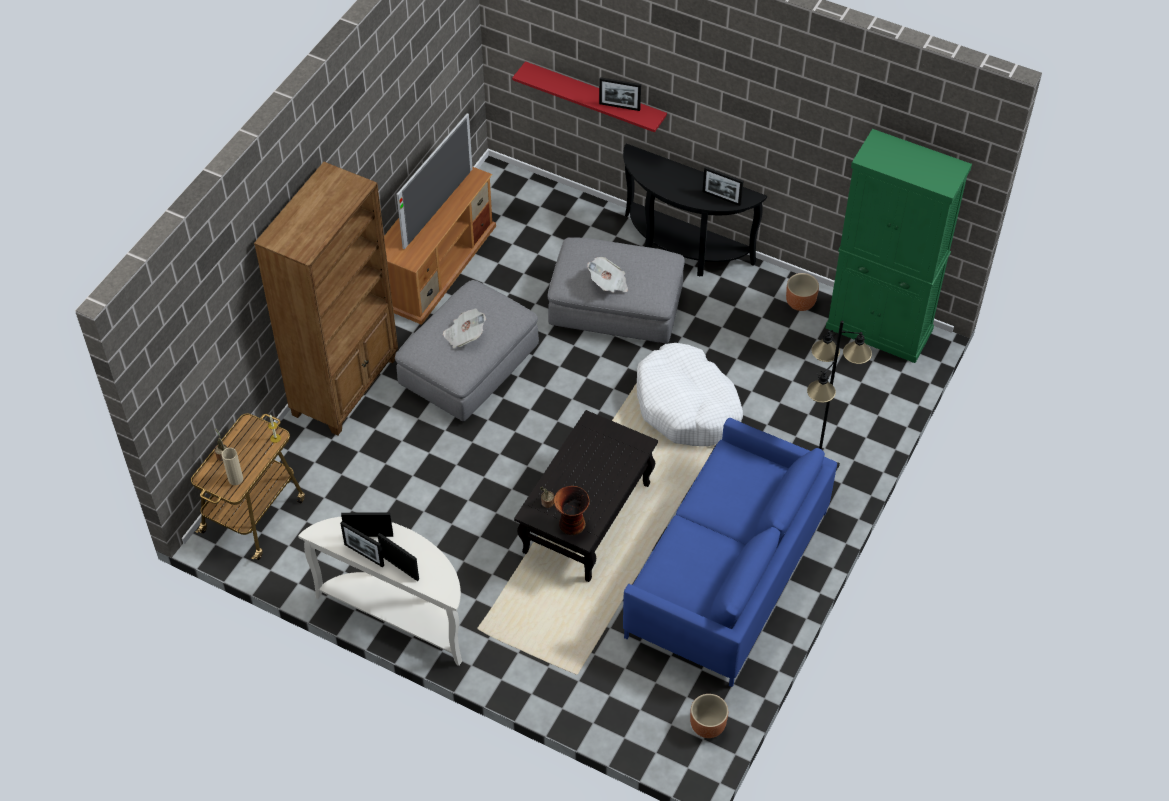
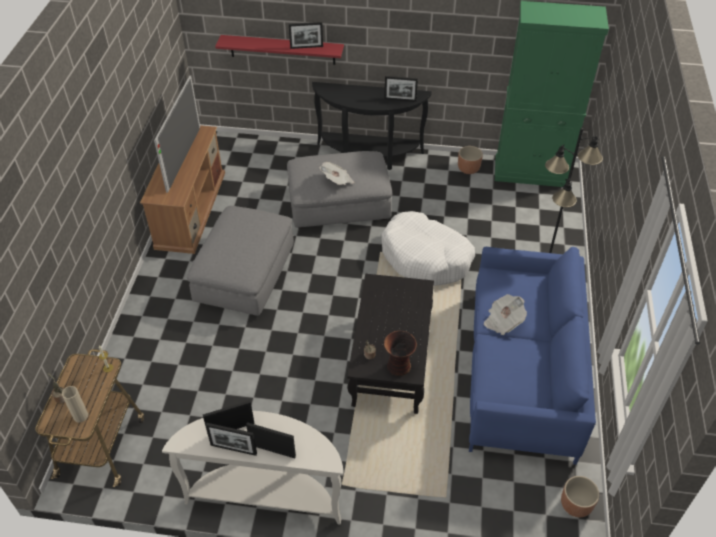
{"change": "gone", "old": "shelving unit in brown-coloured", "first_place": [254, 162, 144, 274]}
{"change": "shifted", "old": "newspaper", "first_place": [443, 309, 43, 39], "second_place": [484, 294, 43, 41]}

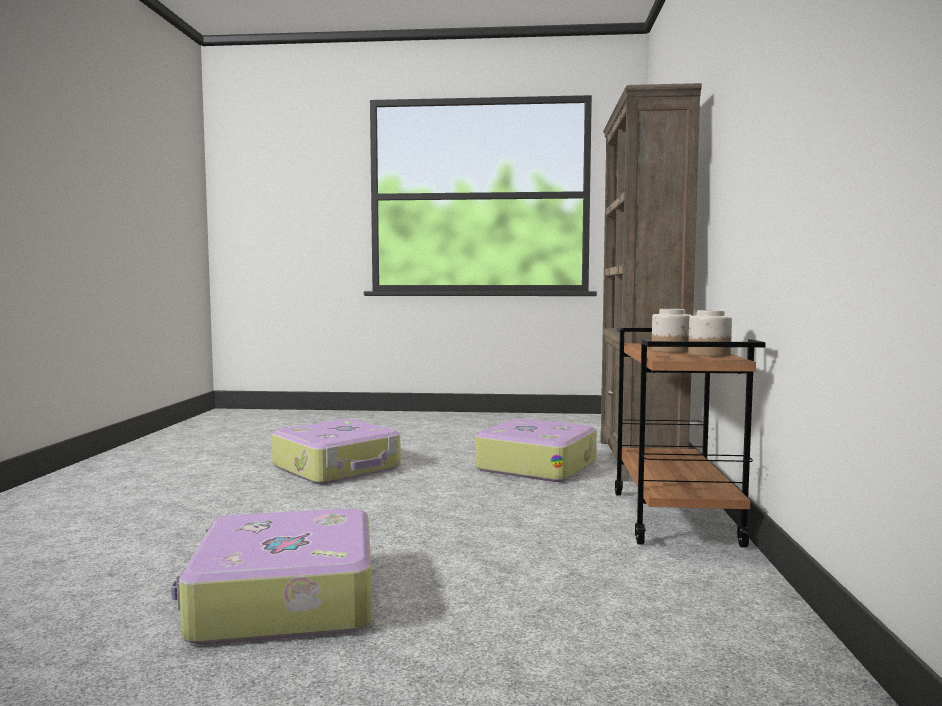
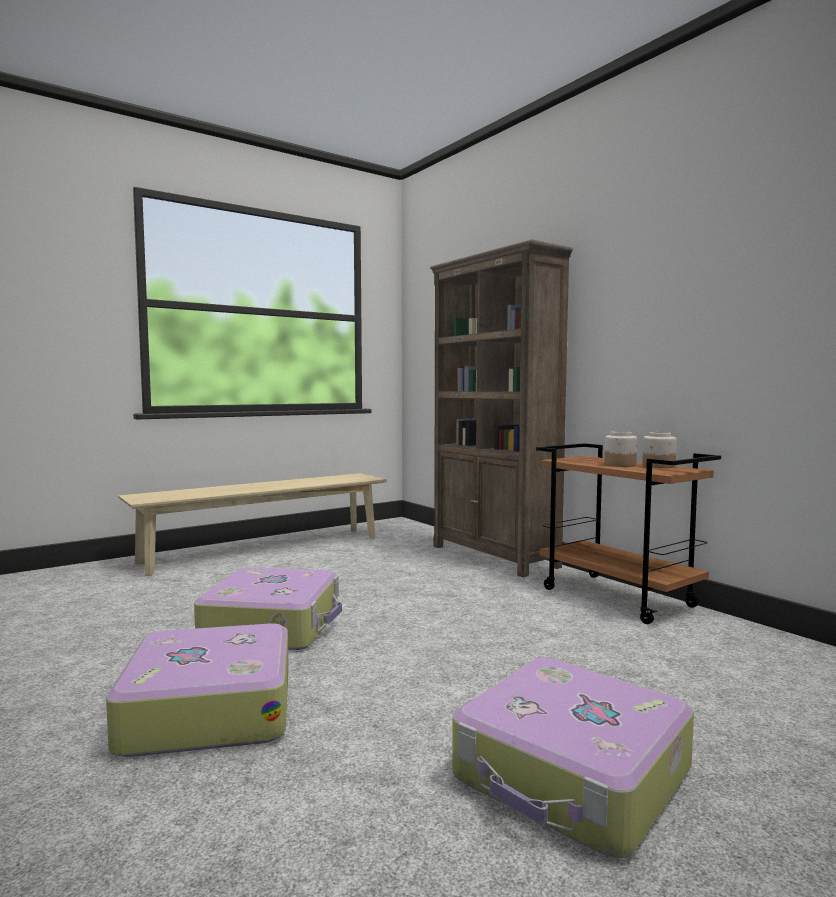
{"change": "new", "new": "indoor bench in sand-coloured", "second_place": [118, 473, 269, 103]}
{"change": "shifted", "old": "piece of luggage", "first_place": [475, 418, 122, 64], "second_place": [106, 623, 183, 134]}

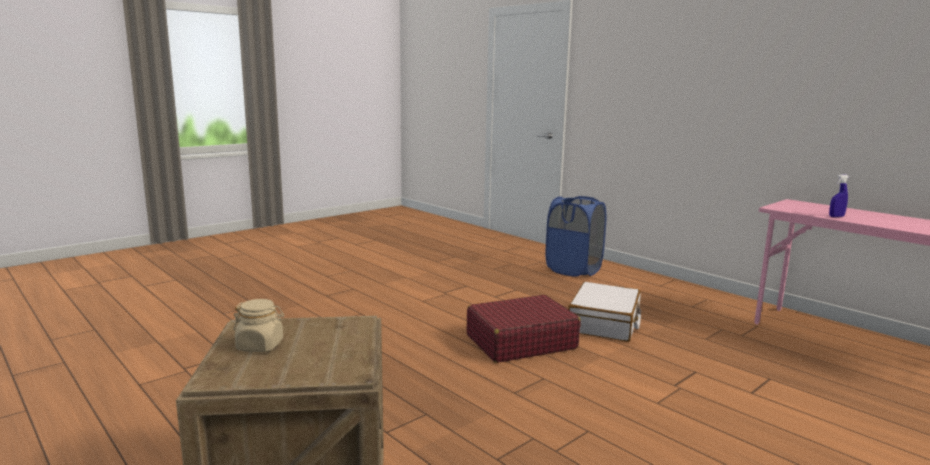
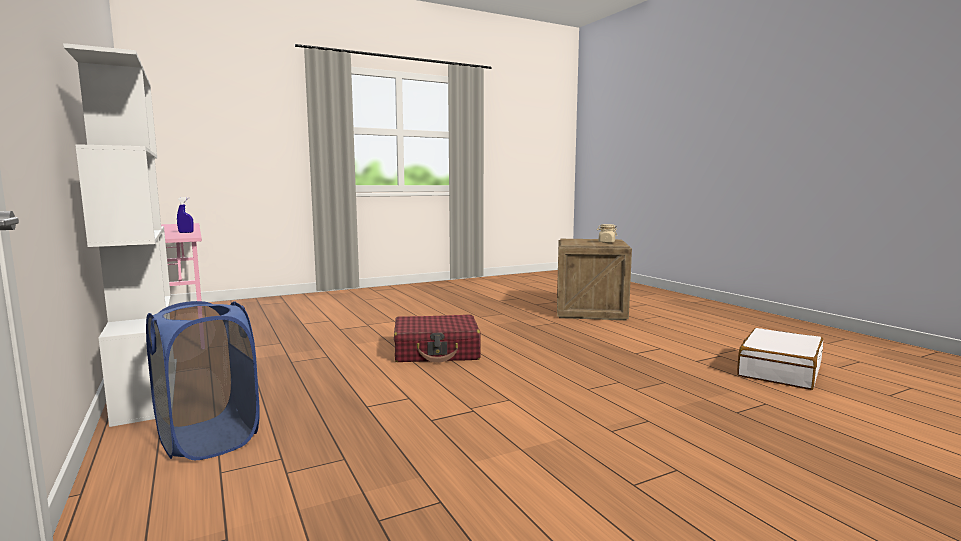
{"change": "new", "new": "shelving unit in white-coloured", "second_place": [63, 43, 108, 384]}
{"change": "shifted", "old": "piece of luggage in white-coloured", "first_place": [568, 282, 73, 60], "second_place": [737, 328, 86, 62]}

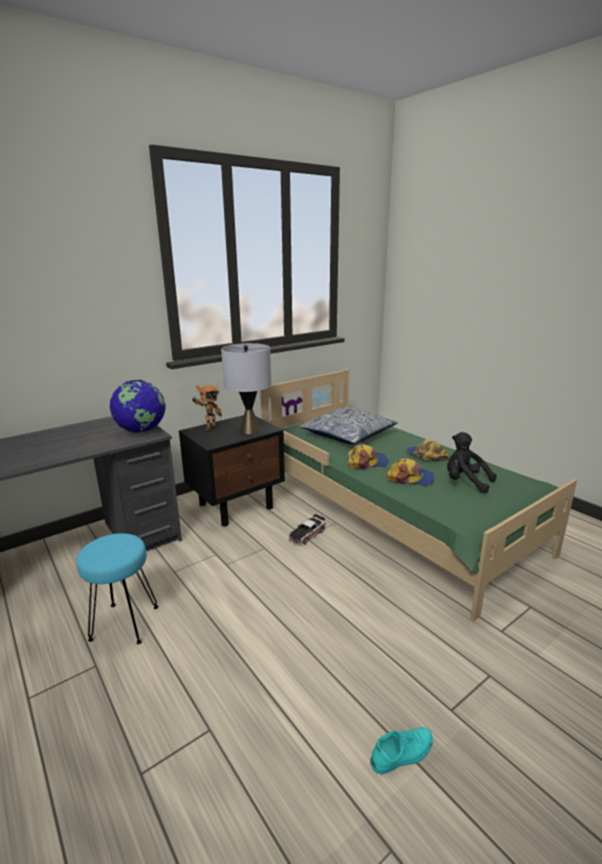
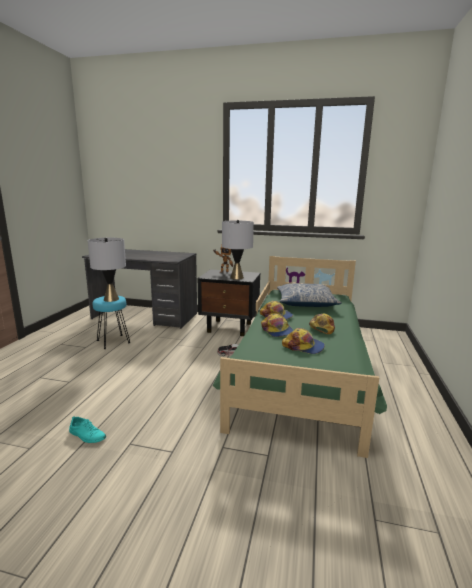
{"change": "gone", "old": "world globe", "first_place": [110, 380, 56, 53]}
{"change": "new", "new": "tabletop lamp in gray", "second_place": [88, 238, 38, 64]}
{"change": "swapped", "old": "plush toy in blackish", "new": "baseball cap", "first_place": [447, 432, 50, 61], "second_place": [282, 328, 43, 26]}

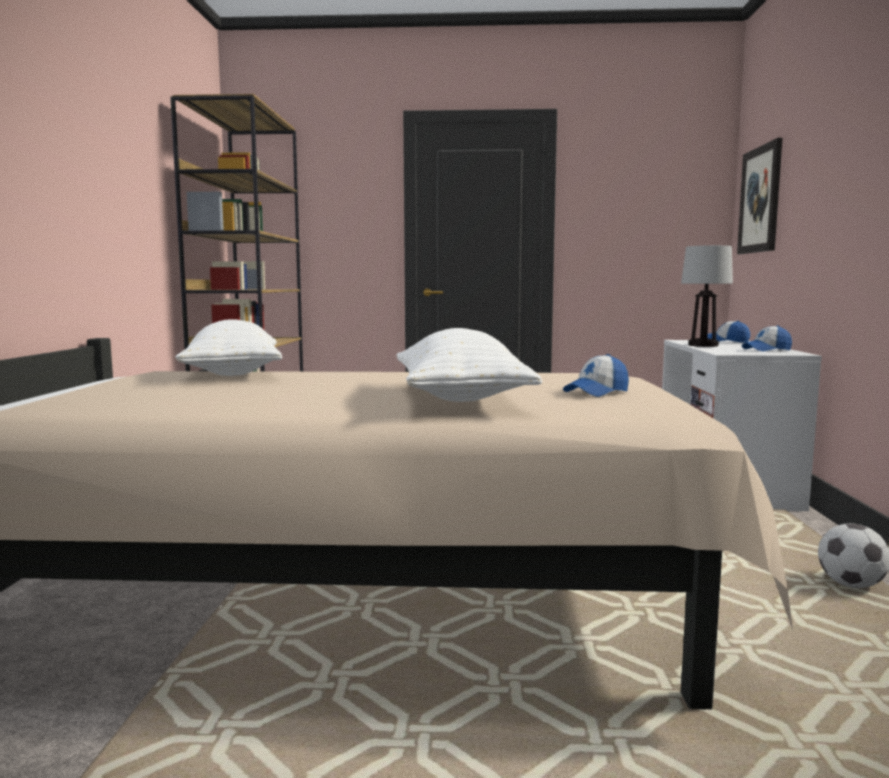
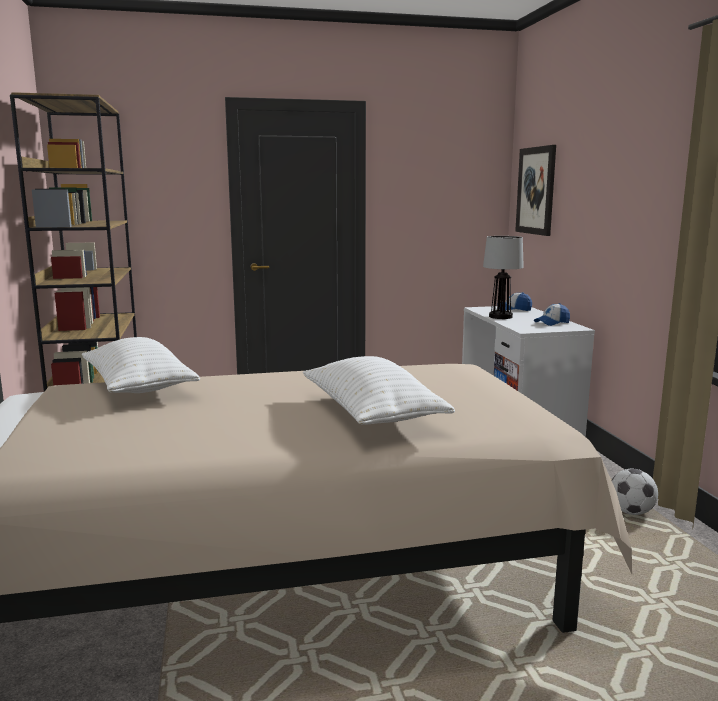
{"change": "gone", "old": "baseball cap", "first_place": [563, 354, 66, 43]}

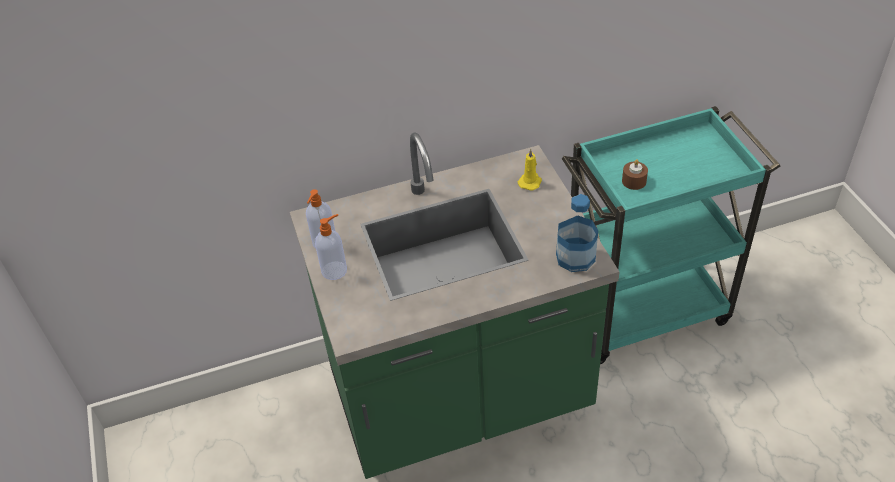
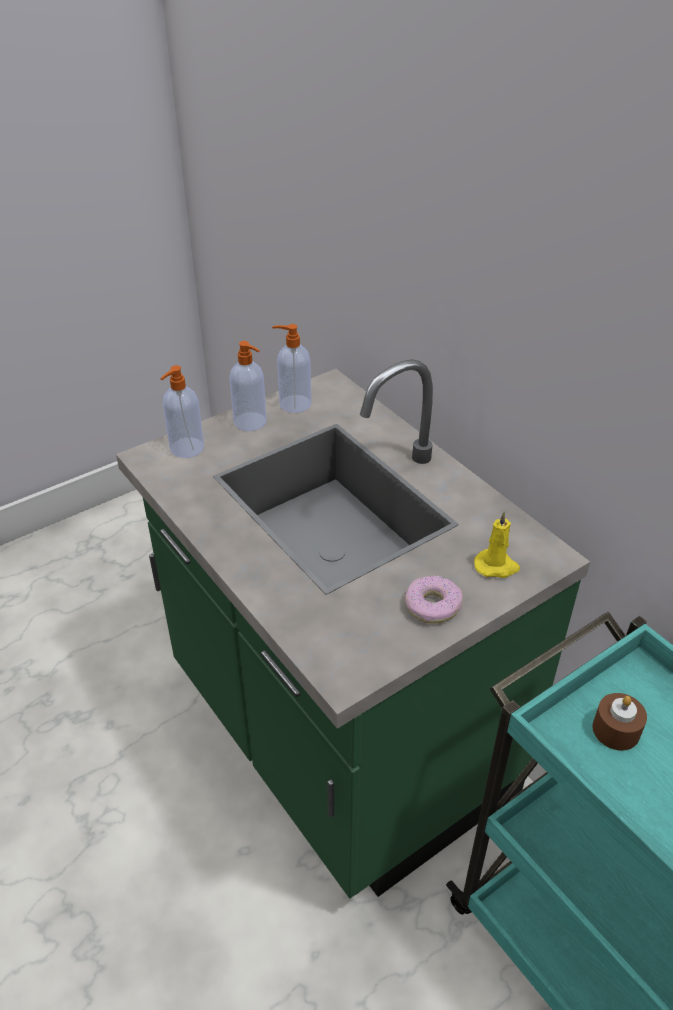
{"change": "gone", "old": "drink bottle", "first_place": [556, 194, 42, 78]}
{"change": "new", "new": "soap dispenser", "second_place": [160, 365, 44, 93]}
{"change": "new", "new": "donut", "second_place": [405, 576, 58, 48]}

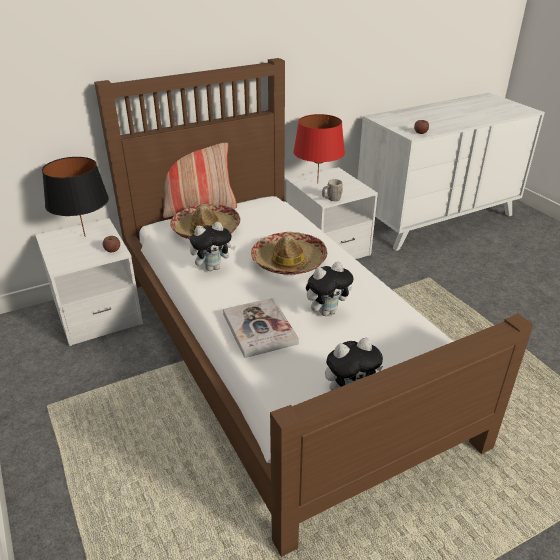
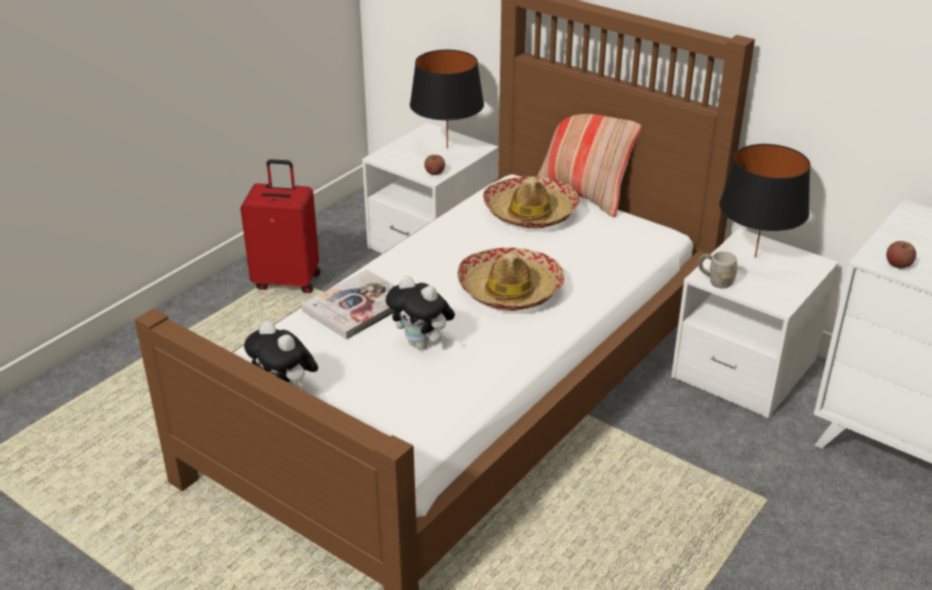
{"change": "gone", "old": "plush toy", "first_place": [190, 222, 46, 49]}
{"change": "new", "new": "piece of luggage in reddish", "second_place": [240, 159, 80, 134]}
{"change": "repainted", "old": "tabletop lamp in reddish", "new": "tabletop lamp in blackish", "first_place": [293, 114, 52, 69], "second_place": [719, 144, 92, 114]}

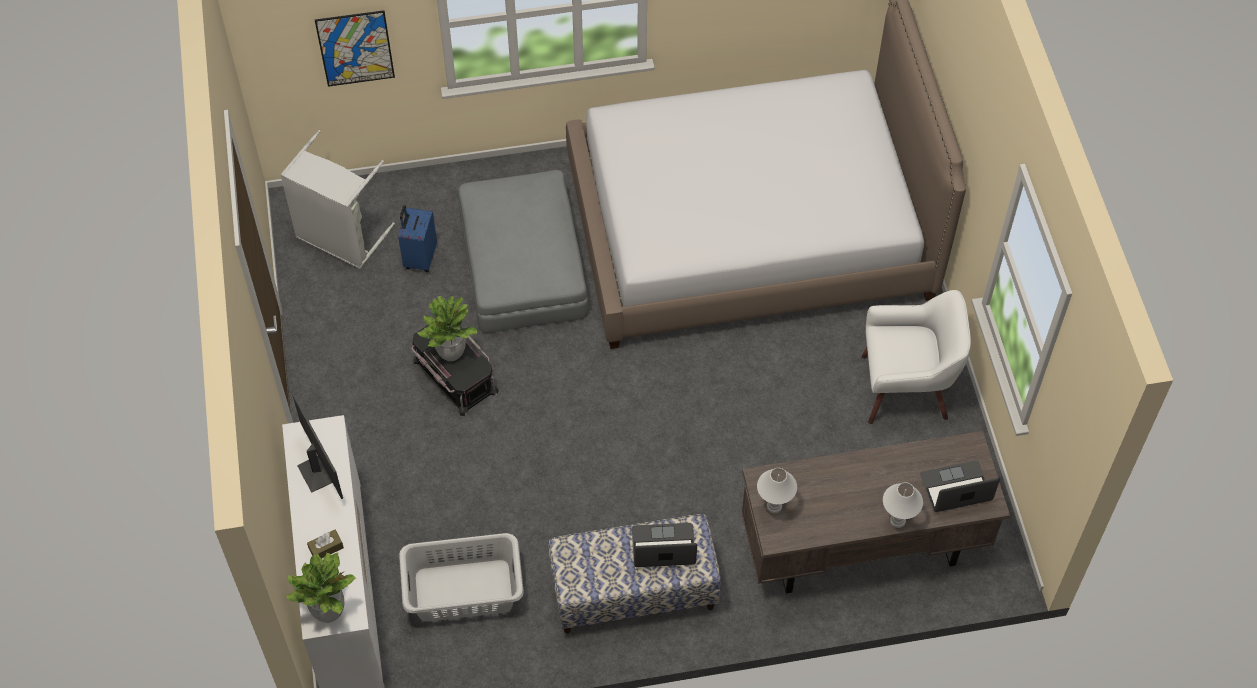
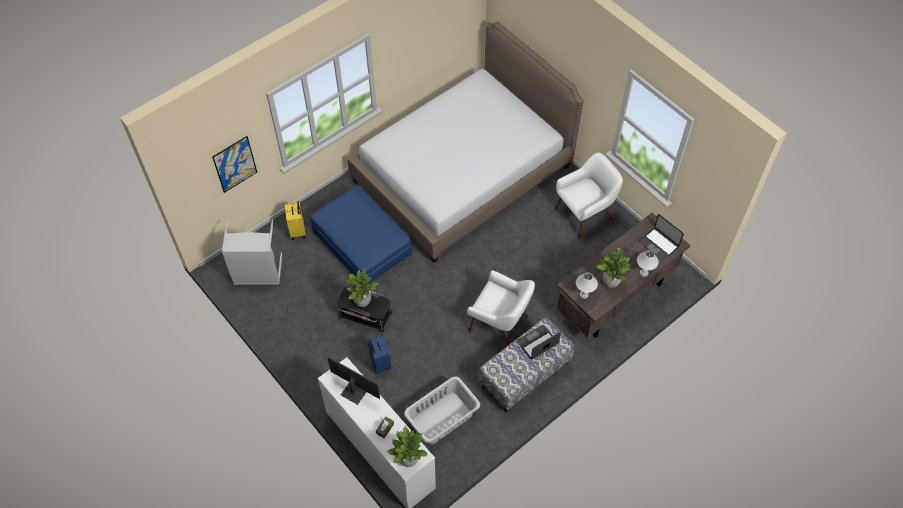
{"change": "new", "new": "piece of luggage in yellow", "second_place": [285, 201, 20, 39]}
{"change": "new", "new": "armchair in white-coloured", "second_place": [467, 270, 68, 76]}
{"change": "new", "new": "plant in a pot", "second_place": [596, 248, 34, 40]}
{"change": "shifted", "old": "piece of luggage in bluish", "first_place": [398, 205, 39, 67], "second_place": [368, 336, 23, 38]}
{"change": "repainted", "old": "pouffe in gray", "new": "pouffe in bluish", "first_place": [458, 170, 131, 163], "second_place": [310, 185, 102, 99]}
{"change": "rotated", "old": "notebook computer", "first_place": [920, 461, 80, 51], "second_place": [638, 214, 46, 47], "degrees": -90}

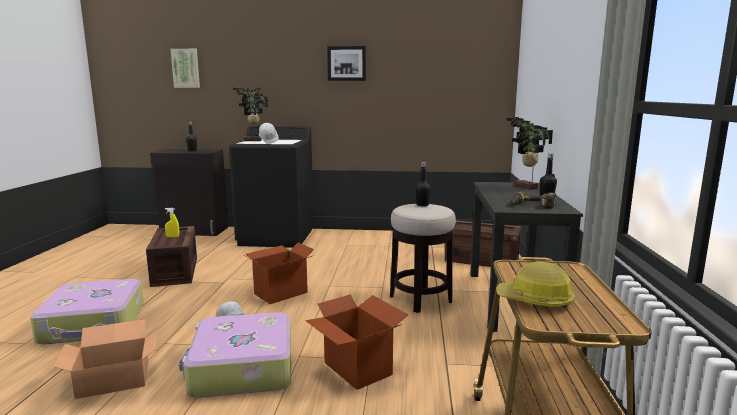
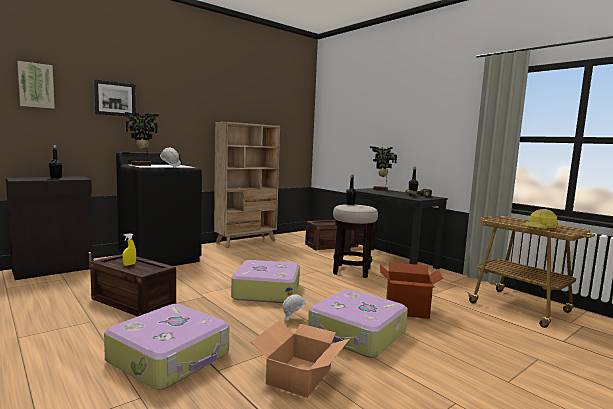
{"change": "new", "new": "shelving unit in sand-coloured", "second_place": [214, 122, 66, 126]}
{"change": "shifted", "old": "wall picture", "first_place": [327, 46, 39, 35], "second_place": [94, 79, 42, 38]}
{"change": "swapped", "old": "cardboard box", "new": "piece of luggage", "first_place": [243, 243, 71, 61], "second_place": [231, 260, 69, 43]}

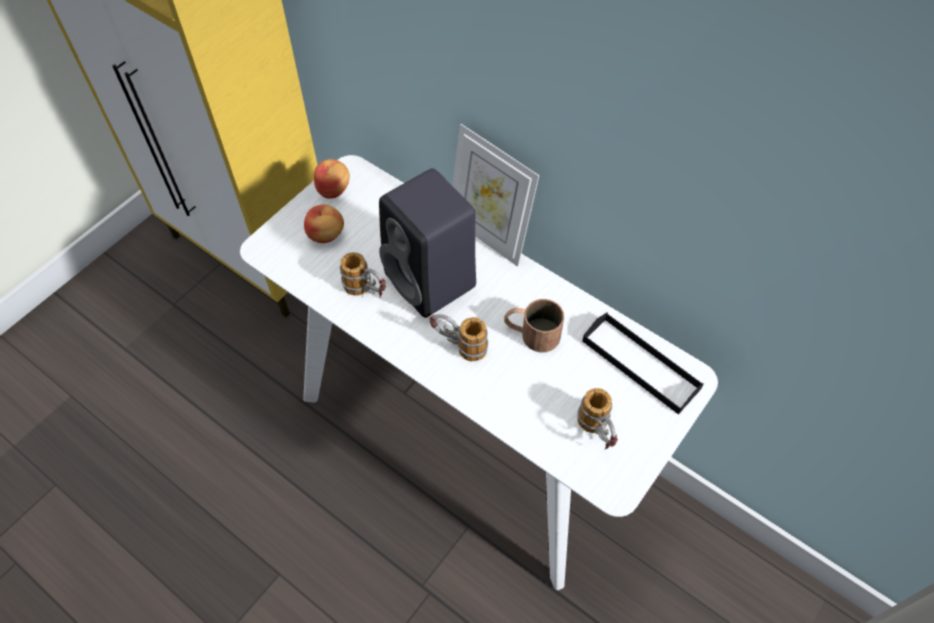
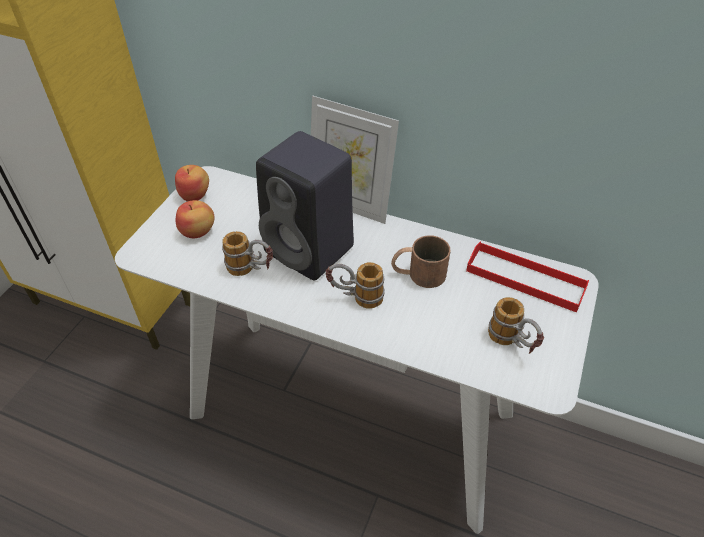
{"change": "repainted", "old": "serving tray in blackish", "new": "serving tray in reddish", "first_place": [582, 312, 122, 102], "second_place": [466, 242, 123, 71]}

